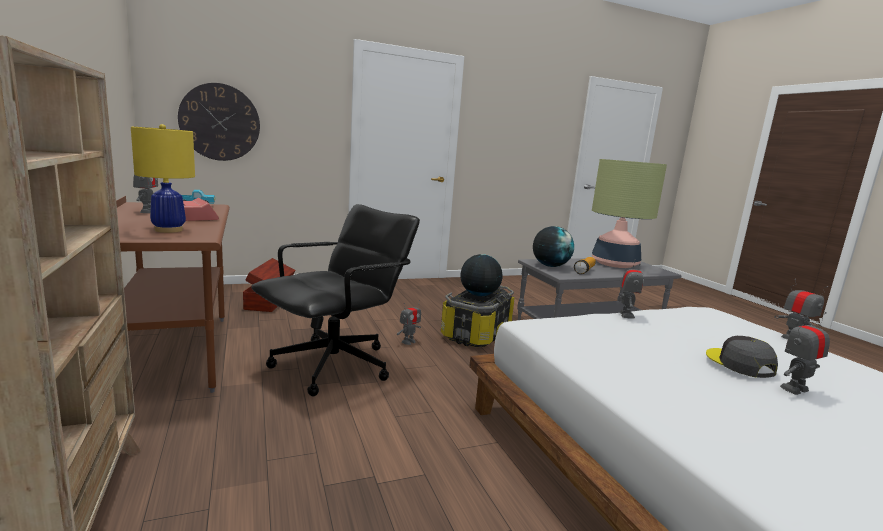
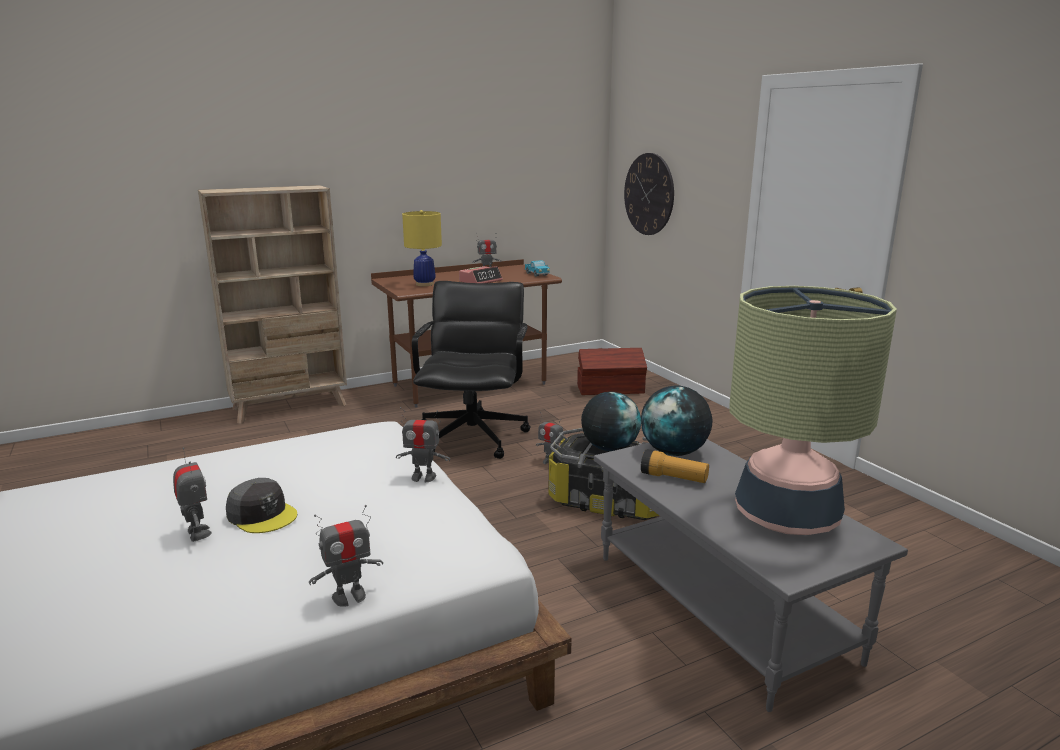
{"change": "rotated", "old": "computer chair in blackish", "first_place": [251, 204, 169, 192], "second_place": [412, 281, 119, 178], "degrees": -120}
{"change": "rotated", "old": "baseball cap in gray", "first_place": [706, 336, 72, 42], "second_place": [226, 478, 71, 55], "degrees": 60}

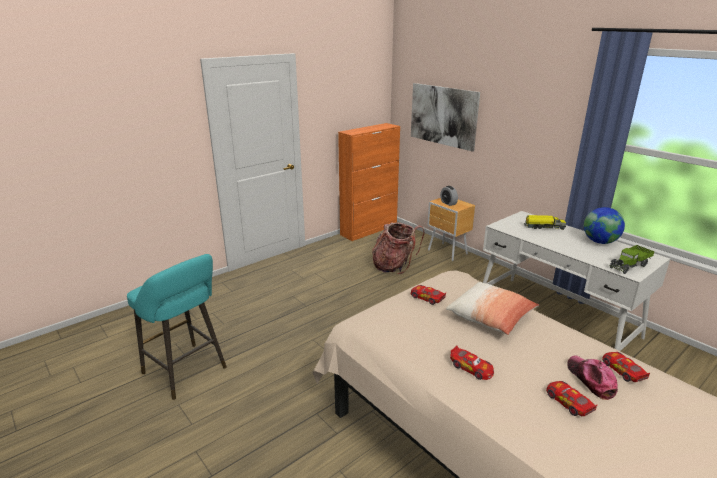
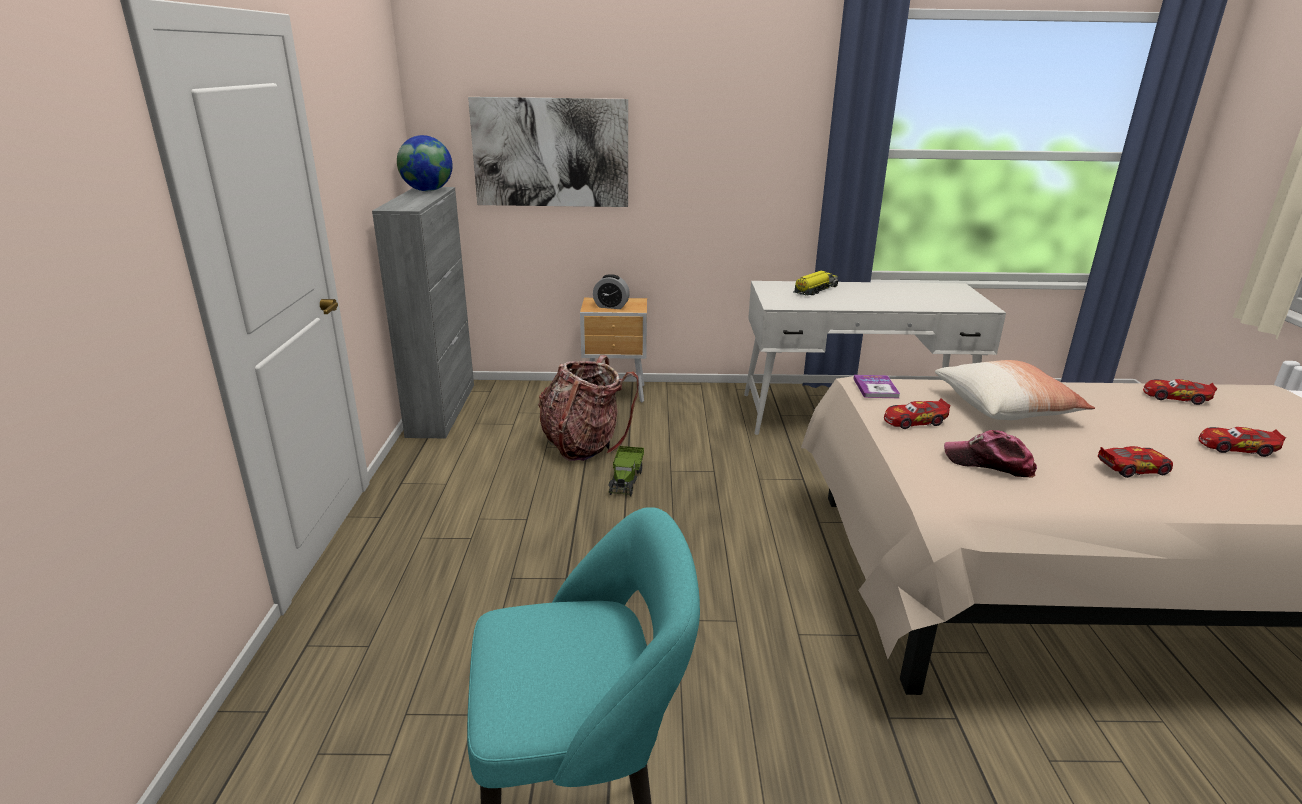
{"change": "new", "new": "bound book", "second_place": [853, 375, 47, 23]}
{"change": "shifted", "old": "baseball cap", "first_place": [567, 355, 51, 45], "second_place": [944, 430, 93, 48]}
{"change": "shifted", "old": "world globe", "first_place": [584, 207, 41, 37], "second_place": [397, 135, 56, 56]}
{"change": "shifted", "old": "toy truck", "first_place": [610, 245, 45, 29], "second_place": [608, 446, 36, 51]}
{"change": "repainted", "old": "cabinet in orange-coloured", "new": "cabinet in gray", "first_place": [338, 123, 62, 118], "second_place": [372, 187, 102, 251]}

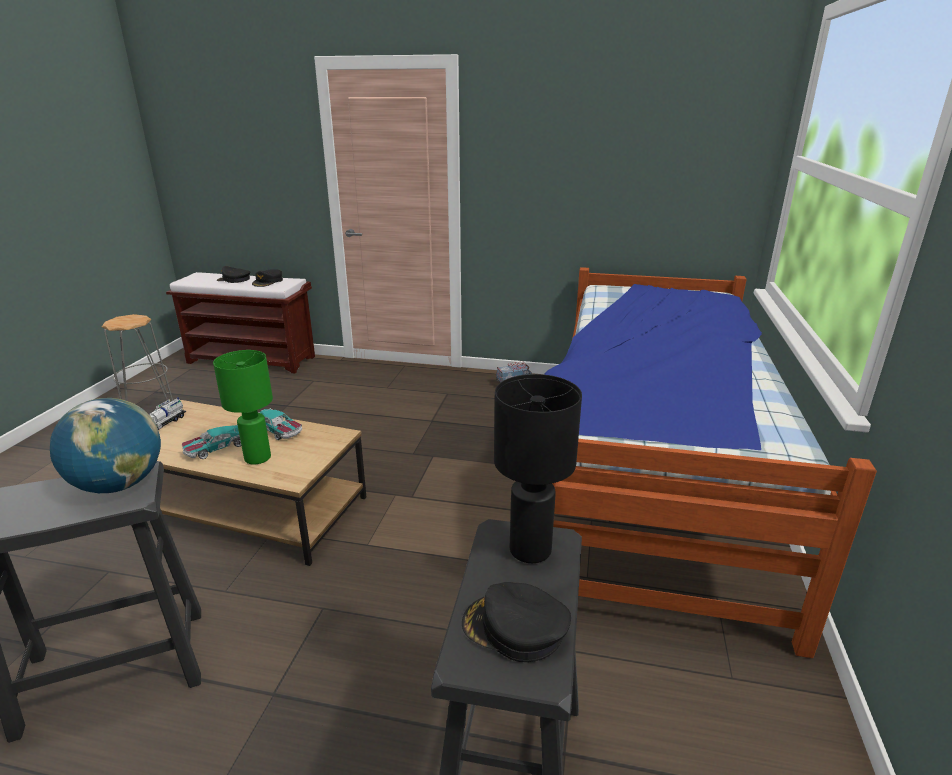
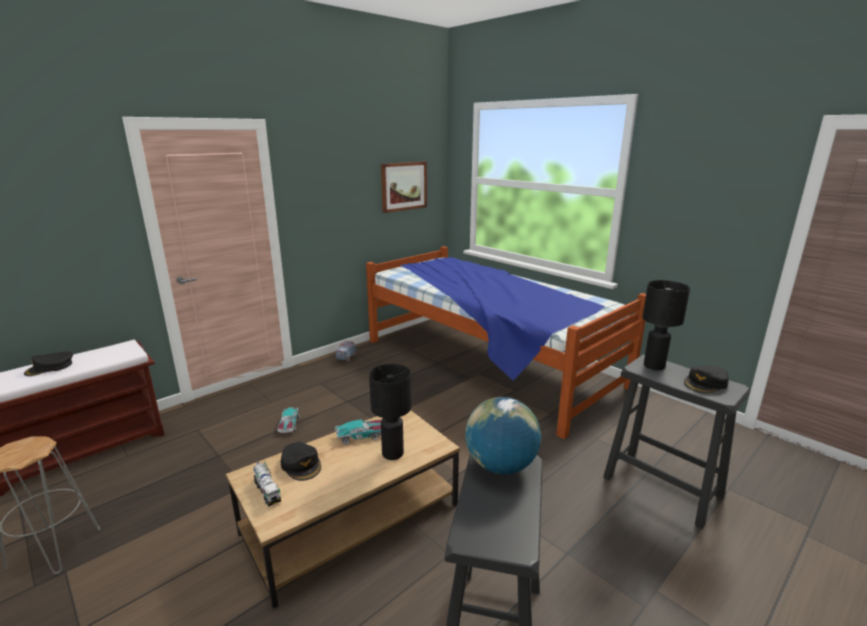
{"change": "new", "new": "wall picture", "second_place": [381, 162, 46, 51]}
{"change": "shifted", "old": "miniature car", "first_place": [182, 425, 59, 34], "second_place": [277, 407, 23, 26]}
{"change": "shifted", "old": "baseball cap in blackish", "first_place": [252, 269, 31, 18], "second_place": [281, 442, 40, 39]}
{"change": "repainted", "old": "tabletop lamp in greenish", "new": "tabletop lamp in blackish", "first_place": [213, 350, 60, 114], "second_place": [369, 364, 43, 96]}

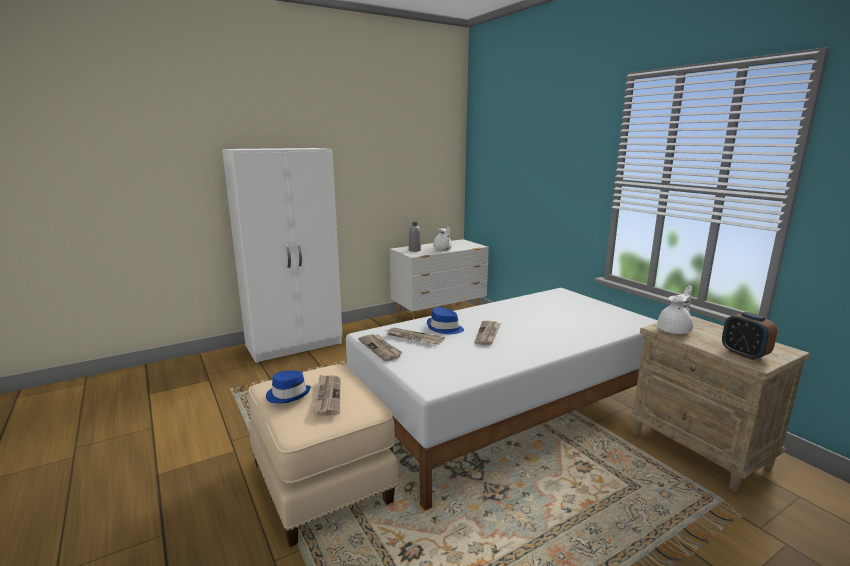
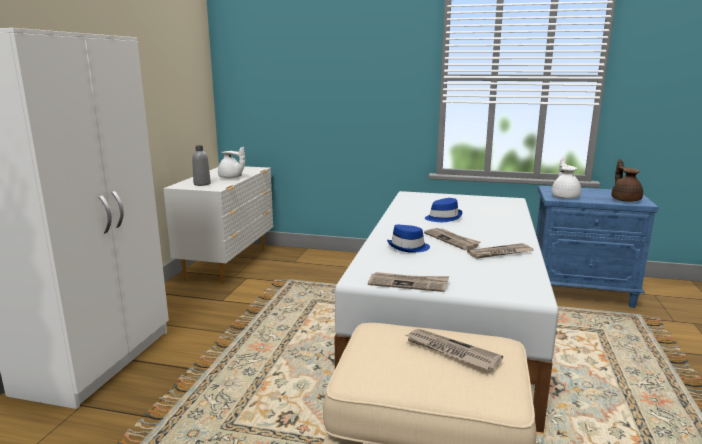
{"change": "shifted", "old": "hat in bluish", "first_place": [266, 370, 45, 34], "second_place": [425, 198, 37, 24]}
{"change": "shifted", "old": "newspaper", "first_place": [387, 327, 58, 18], "second_place": [467, 243, 67, 16]}
{"change": "swapped", "old": "alarm clock", "new": "pot for tea in brown-coloured", "first_place": [722, 312, 55, 48], "second_place": [611, 159, 32, 43]}
{"change": "repainted", "old": "nightstand in sand-coloured", "new": "nightstand in bluish", "first_place": [628, 316, 182, 176], "second_place": [536, 186, 123, 122]}

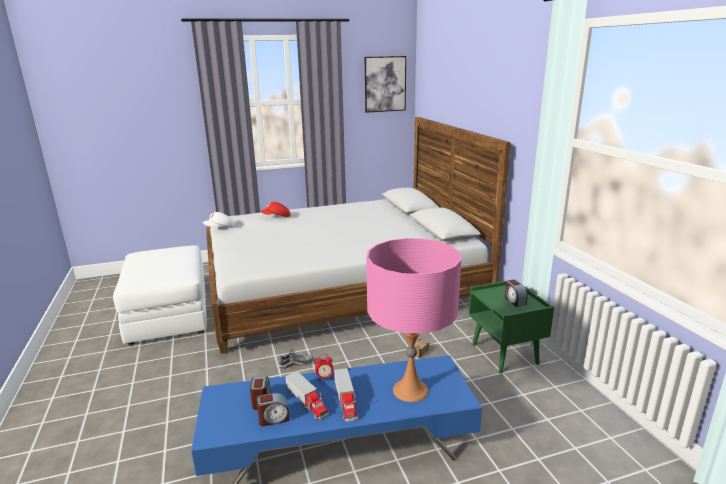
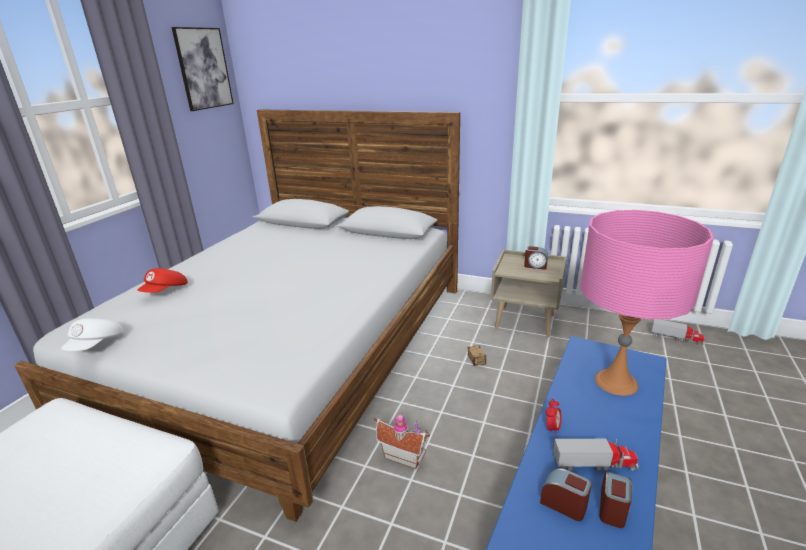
{"change": "shifted", "old": "toy truck", "first_place": [334, 368, 24, 54], "second_place": [651, 319, 53, 26]}
{"change": "swapped", "old": "low shoe", "new": "model house", "first_place": [278, 349, 35, 20], "second_place": [374, 412, 56, 57]}
{"change": "repainted", "old": "nightstand in greenish", "new": "nightstand in sand-coloured", "first_place": [469, 279, 85, 94], "second_place": [491, 250, 76, 87]}

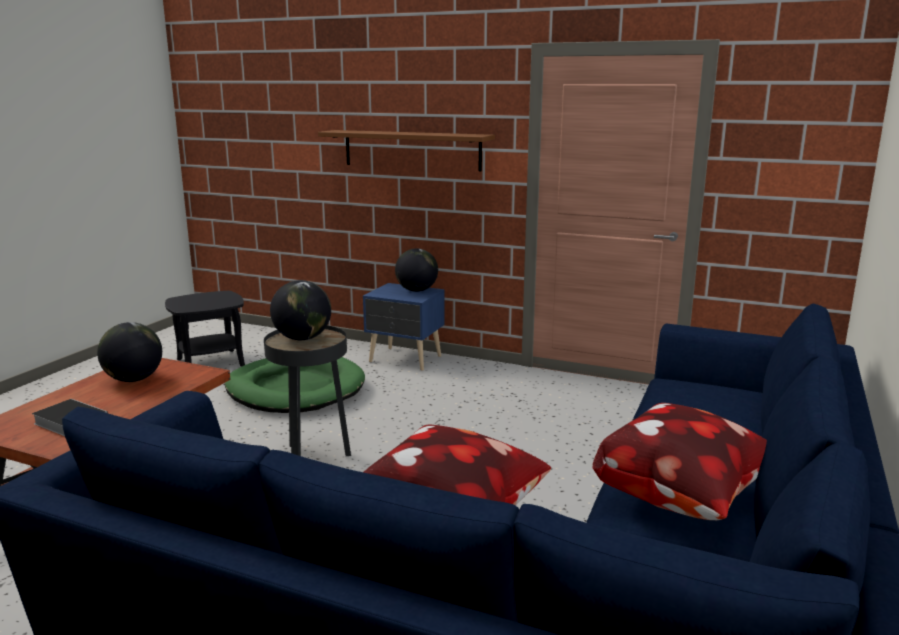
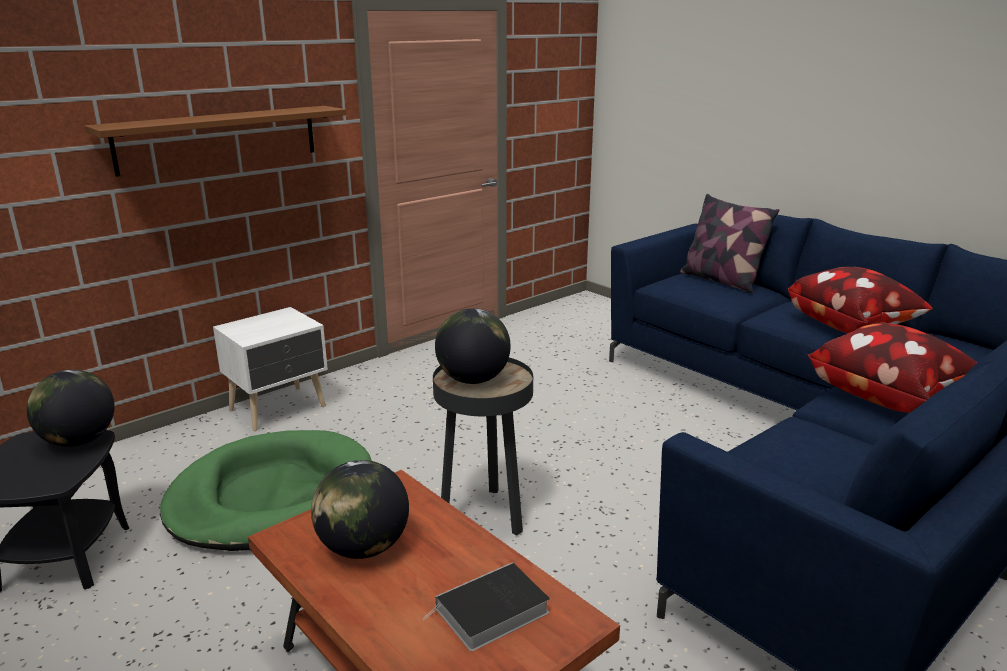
{"change": "new", "new": "cushion", "second_place": [680, 194, 99, 99]}
{"change": "shifted", "old": "world globe", "first_place": [395, 248, 43, 44], "second_place": [27, 370, 88, 77]}
{"change": "repainted", "old": "nightstand in bluish", "new": "nightstand in white-coloured", "first_place": [363, 283, 82, 88], "second_place": [213, 307, 115, 124]}

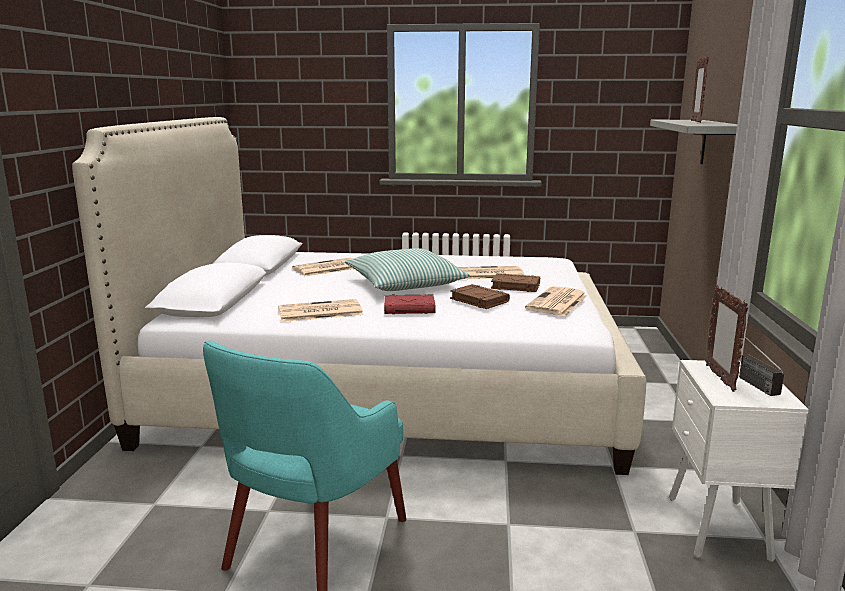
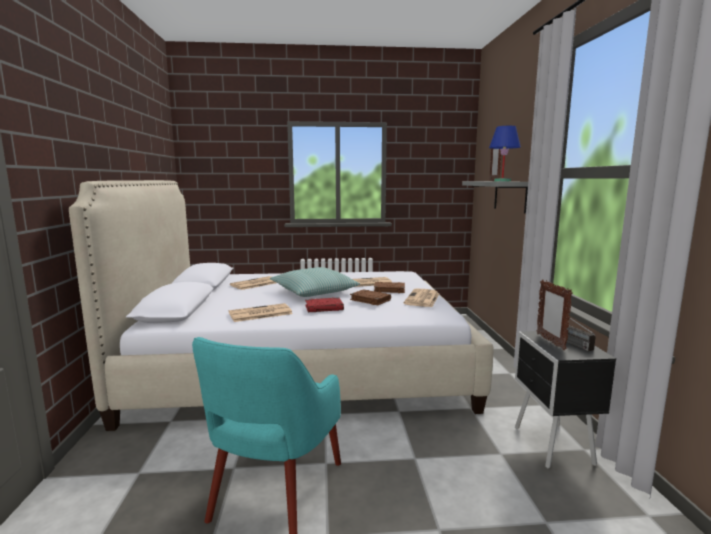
{"change": "new", "new": "tabletop lamp in bluish", "second_place": [489, 126, 32, 55]}
{"change": "repainted", "old": "nightstand in white-coloured", "new": "nightstand in blackish", "first_place": [669, 360, 140, 202], "second_place": [515, 331, 101, 138]}

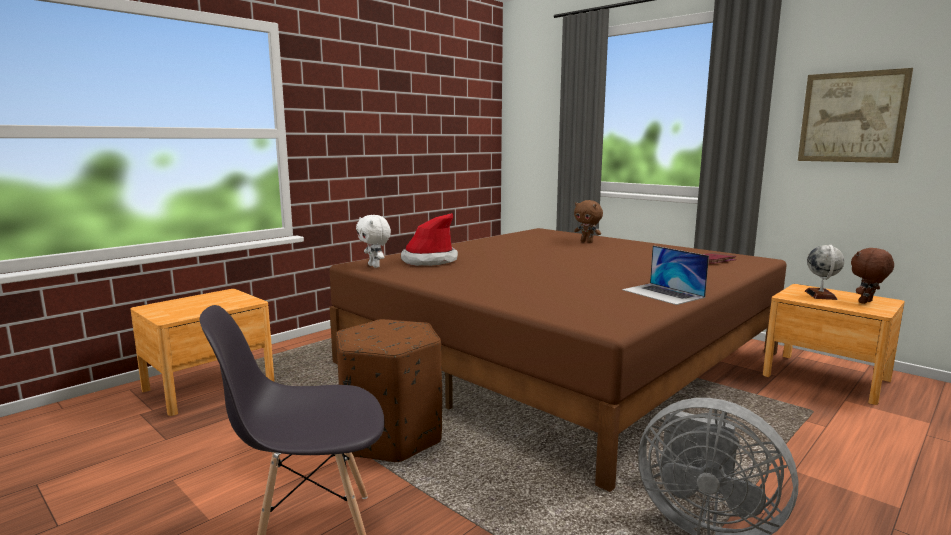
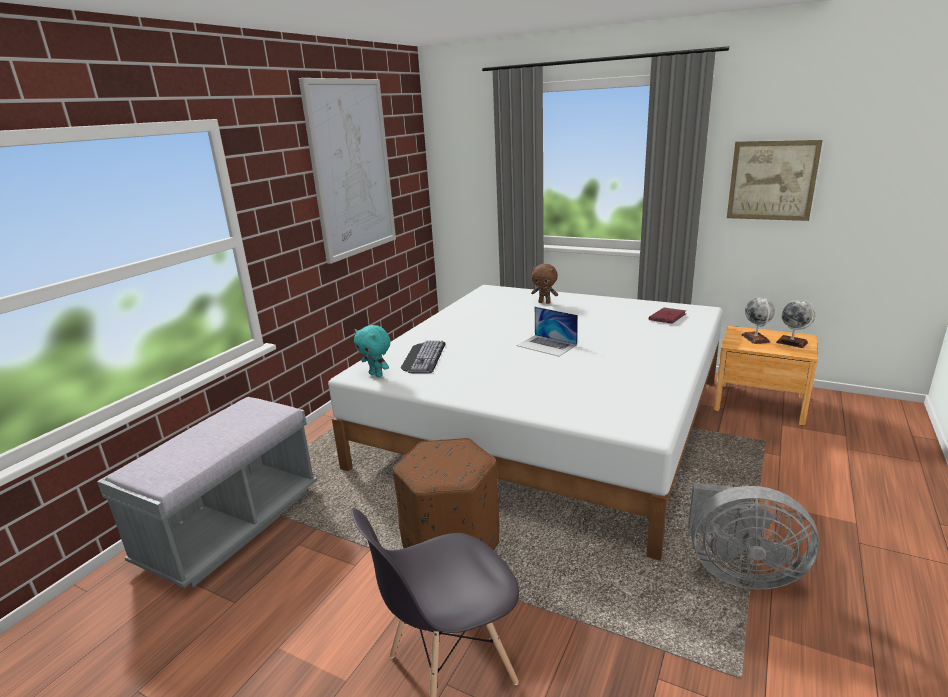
{"change": "new", "new": "wall picture", "second_place": [299, 78, 97, 186]}
{"change": "shifted", "old": "notebook computer", "first_place": [622, 245, 87, 60], "second_place": [516, 307, 62, 50]}
{"change": "swapped", "old": "nightstand in brown-coloured", "new": "indoor bench in gray", "first_place": [130, 289, 145, 127], "second_place": [97, 397, 220, 191]}
{"change": "swapped", "old": "hat", "new": "PC keyboard", "first_place": [401, 213, 57, 53], "second_place": [401, 341, 45, 32]}
{"change": "swapped", "old": "plush toy in brown-coloured", "new": "world globe", "first_place": [851, 248, 43, 56], "second_place": [776, 300, 39, 48]}
{"change": "repainted", "old": "sleeping bed in brown-coloured", "new": "sleeping bed in white-coloured", "first_place": [330, 228, 457, 264], "second_place": [328, 285, 395, 276]}
{"change": "repainted", "old": "plush toy in white-coloured", "new": "plush toy in blue-green", "first_place": [356, 215, 35, 53], "second_place": [354, 325, 37, 52]}

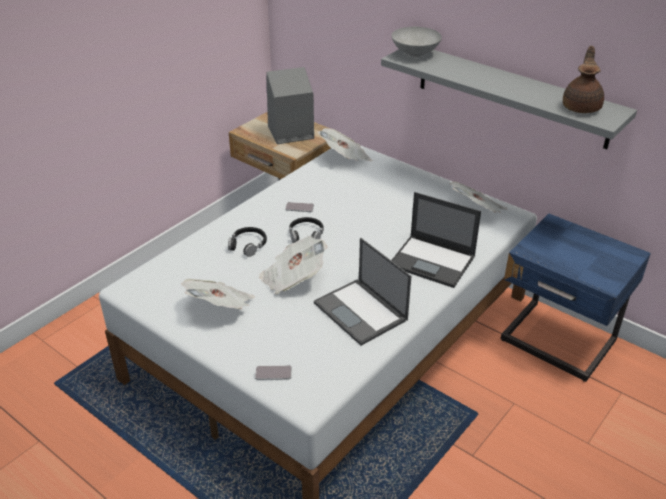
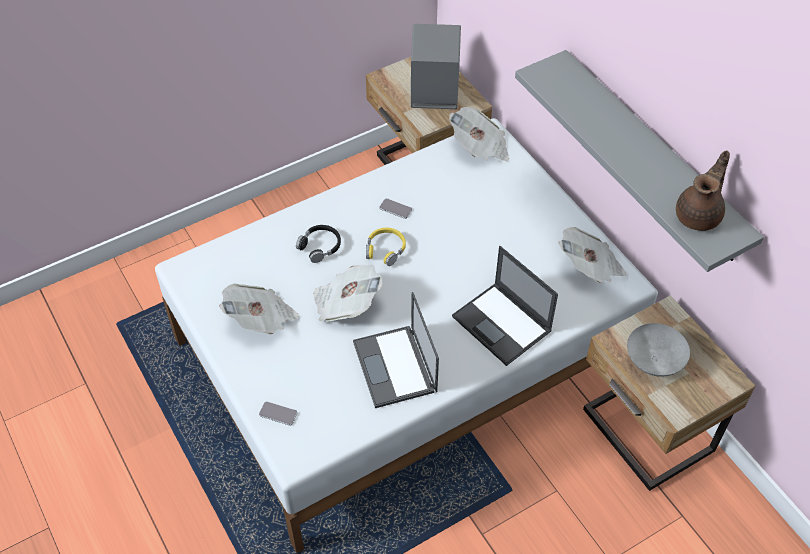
{"change": "shifted", "old": "bowl in gray", "first_place": [391, 27, 51, 30], "second_place": [627, 323, 63, 54]}
{"change": "repainted", "old": "headset in blackish", "new": "headset in yellow", "first_place": [289, 217, 35, 26], "second_place": [366, 228, 40, 38]}
{"change": "repainted", "old": "nightstand in bluish", "new": "nightstand in sand-coloured", "first_place": [501, 214, 150, 168], "second_place": [583, 295, 172, 196]}

